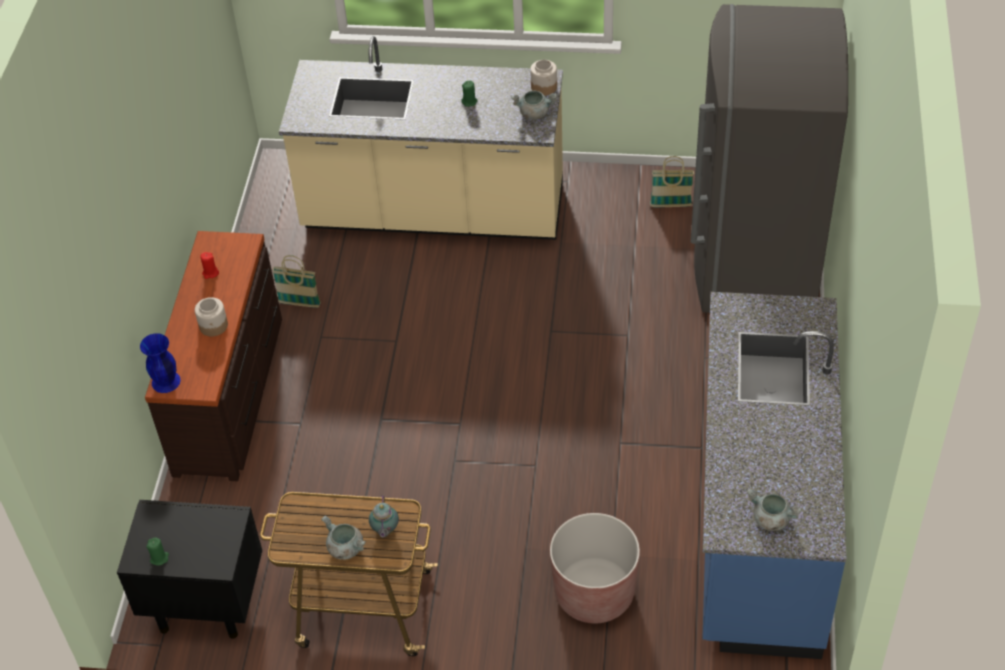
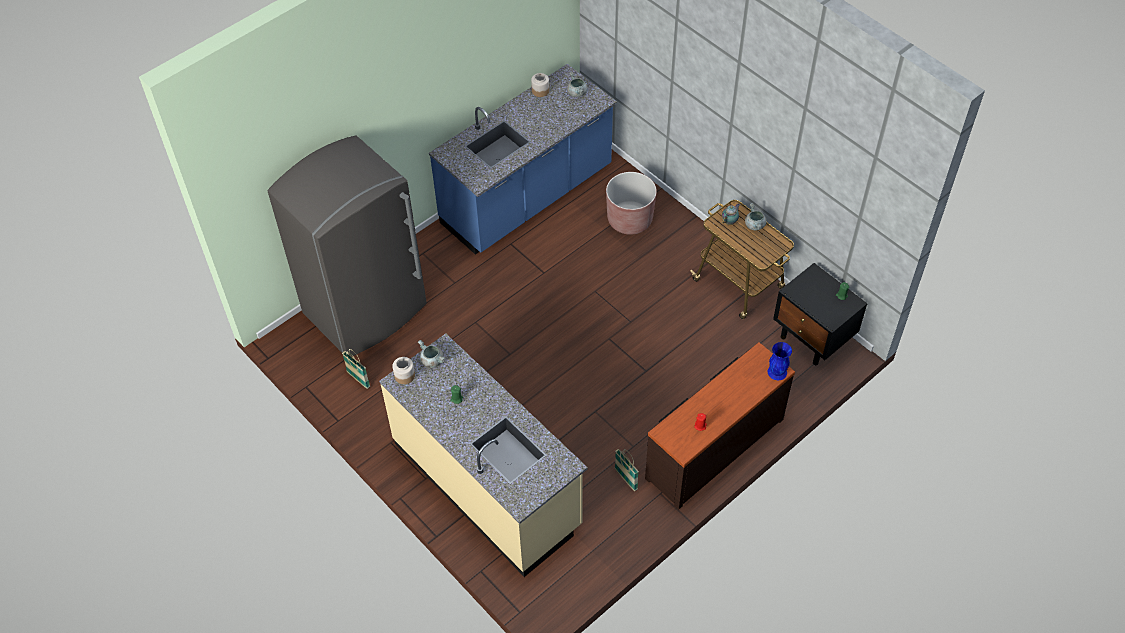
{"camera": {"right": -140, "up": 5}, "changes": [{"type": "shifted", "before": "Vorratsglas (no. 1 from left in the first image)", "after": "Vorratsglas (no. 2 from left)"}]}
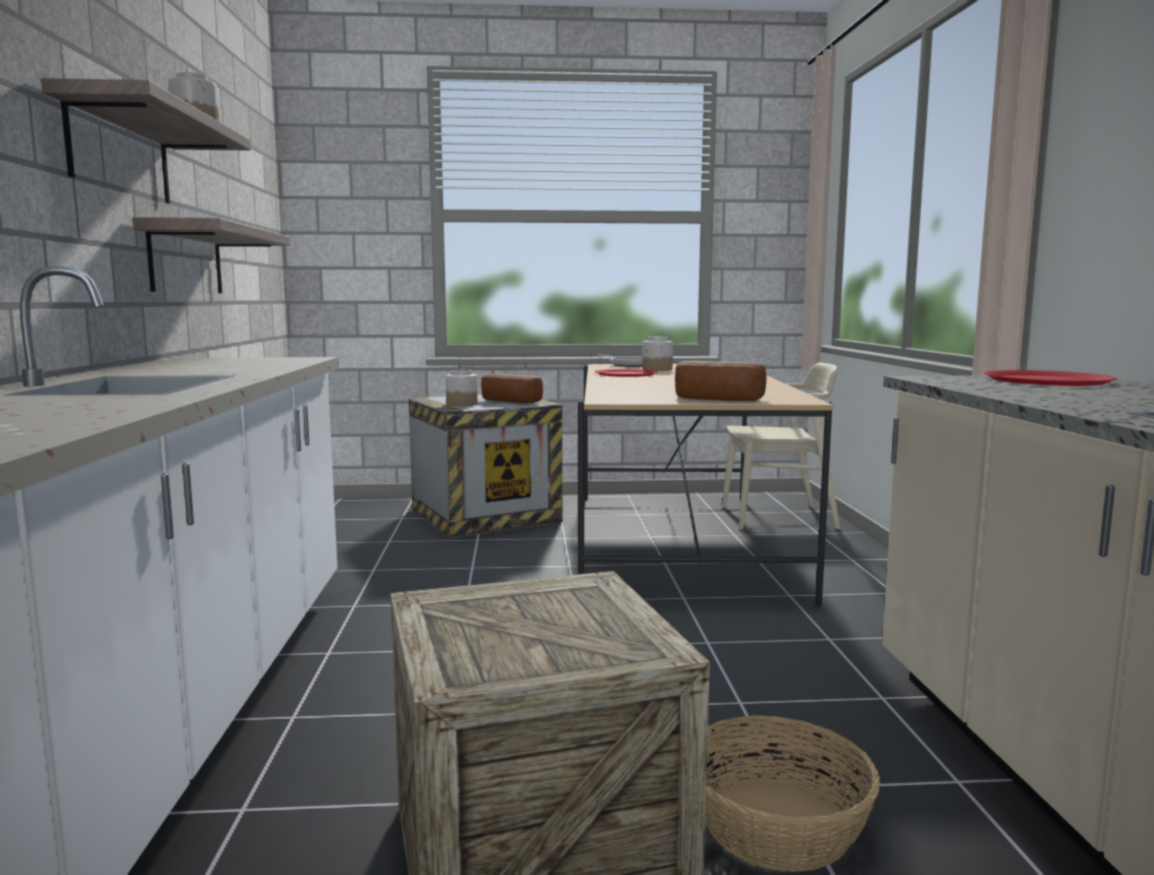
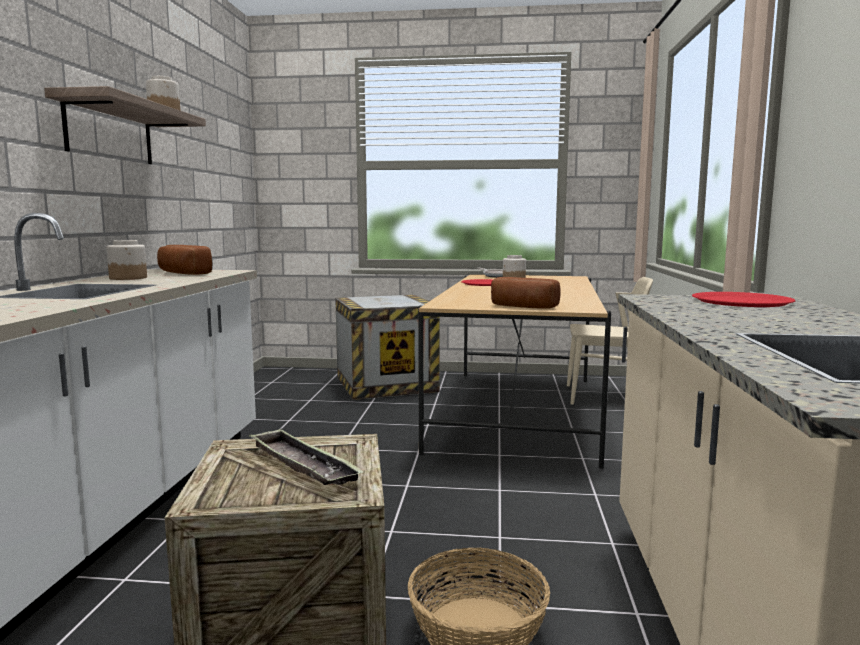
{"camera": {"right": 10, "up": 0}, "changes": [{"type": "gone", "before": "Wandregal (no. 2 from left)"}, {"type": "new", "after": "Tablett"}, {"type": "shifted", "before": "Vorratsglas (no. 2 from left in the first image)", "after": "Vorratsglas (no. 1 from left)"}, {"type": "shifted", "before": "Brot (no. 1 from left)"}]}
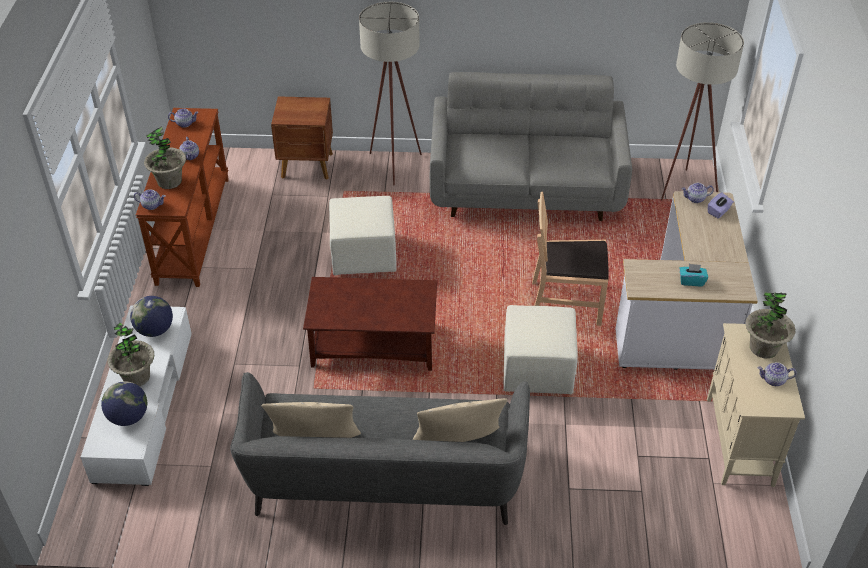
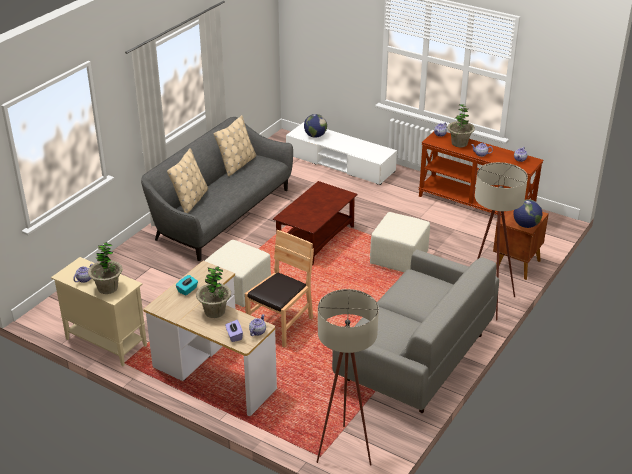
{"camera": {"right": 120, "up": -10}, "changes": [{"type": "shifted", "before": "Topfpflanze (no. 1 from left in the first image)", "after": "Topfpflanze (no. 2 from left)"}, {"type": "shifted", "before": "Globus (no. 2 from left)"}]}
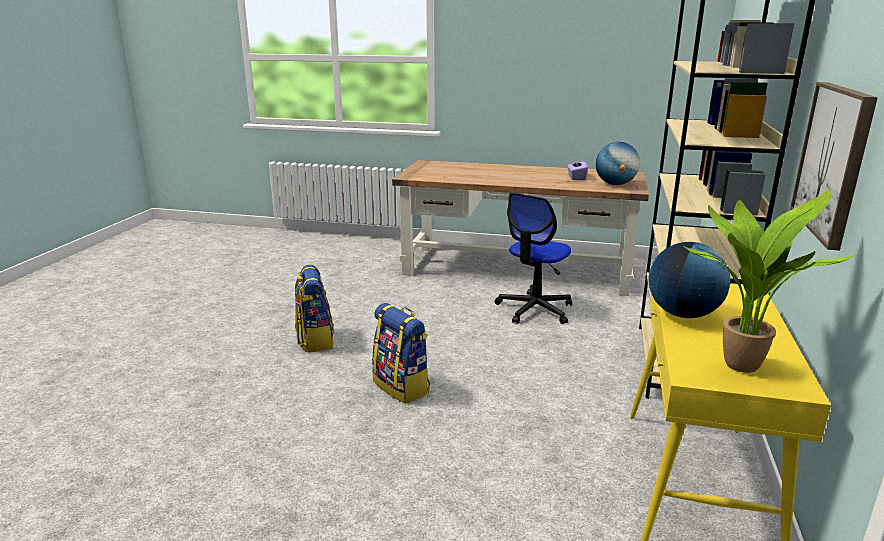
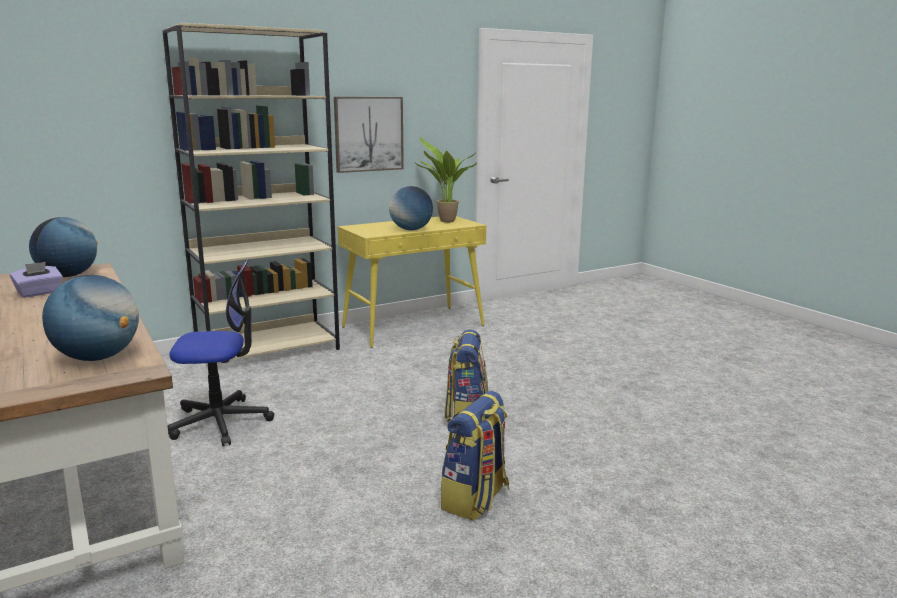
{"camera": {"right": -135, "up": -5}, "changes": [{"type": "new", "after": "Globus (no. 2 from left)"}]}
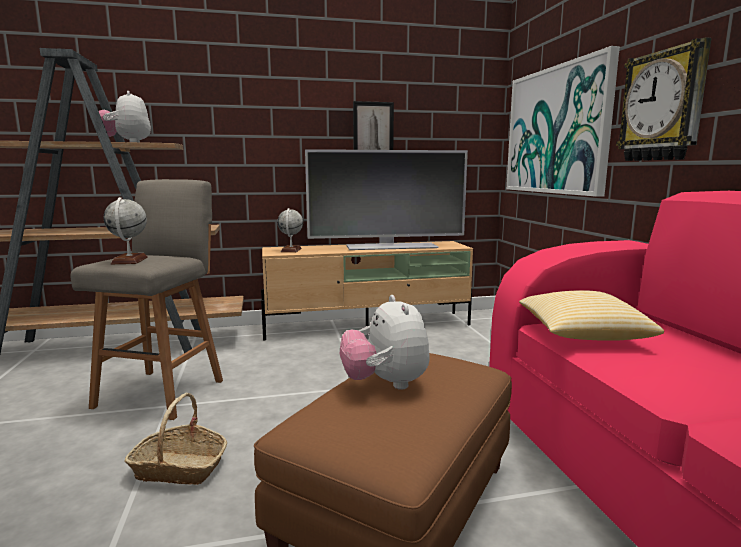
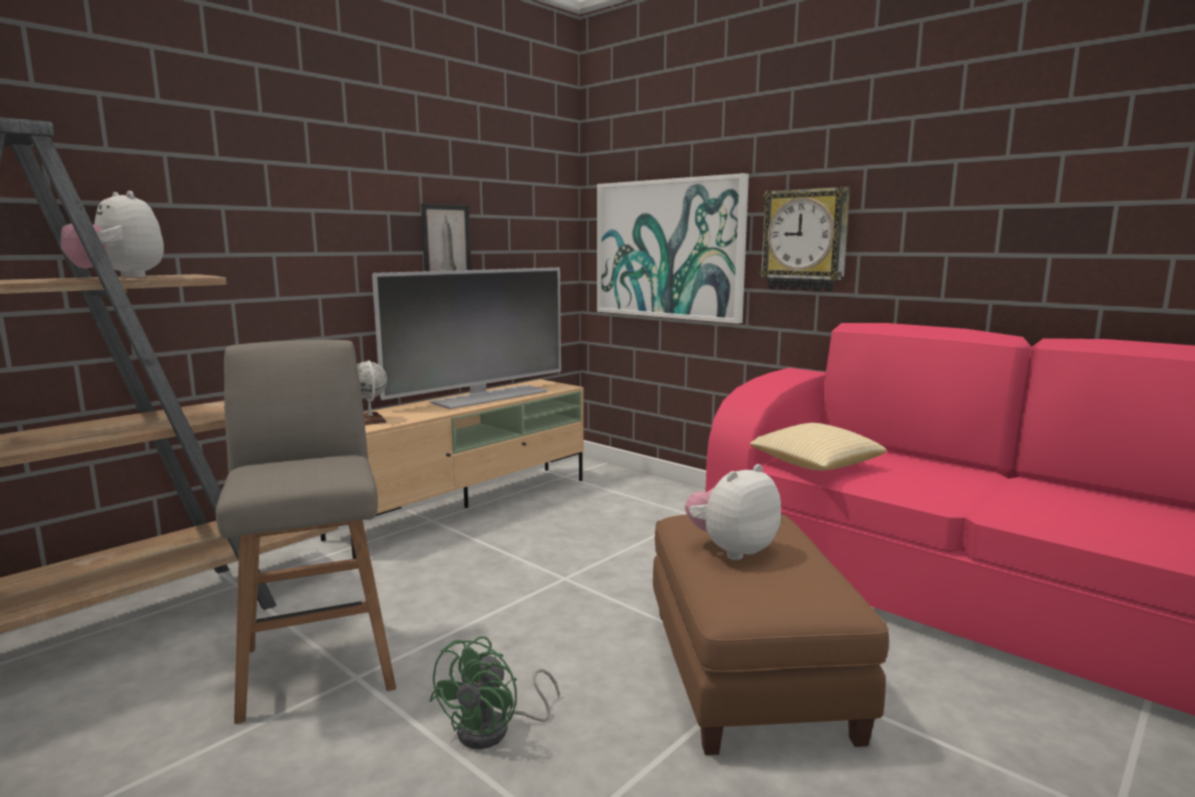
{"camera": {"right": -35, "up": 0}, "changes": [{"type": "gone", "before": "Globus (no. 1 from left)"}, {"type": "swapped", "before": "Korb", "after": "Ventilator (grün)"}, {"type": "rotated", "before": "Plüschtier (no. 2 from left)", "turn": 105}]}
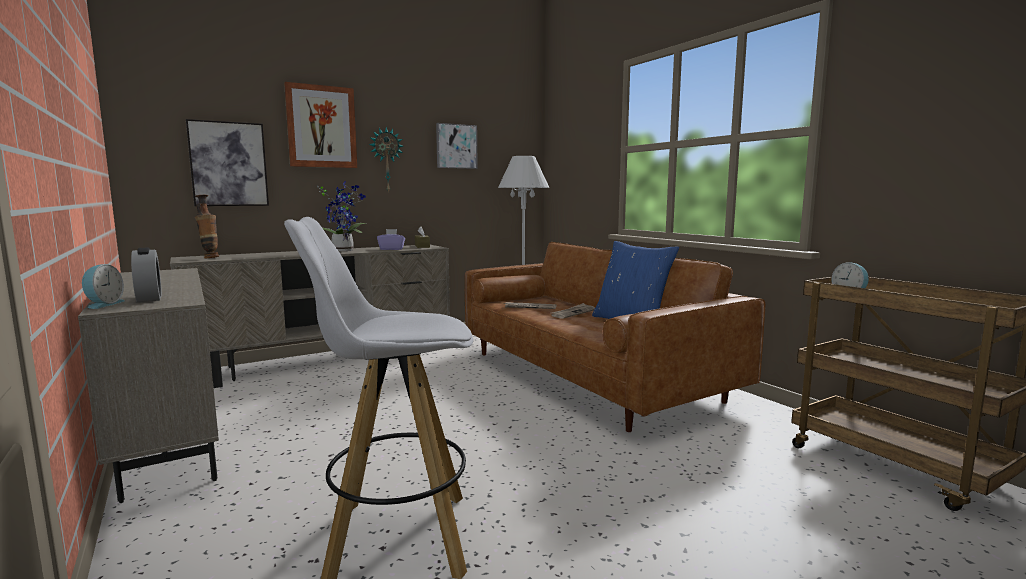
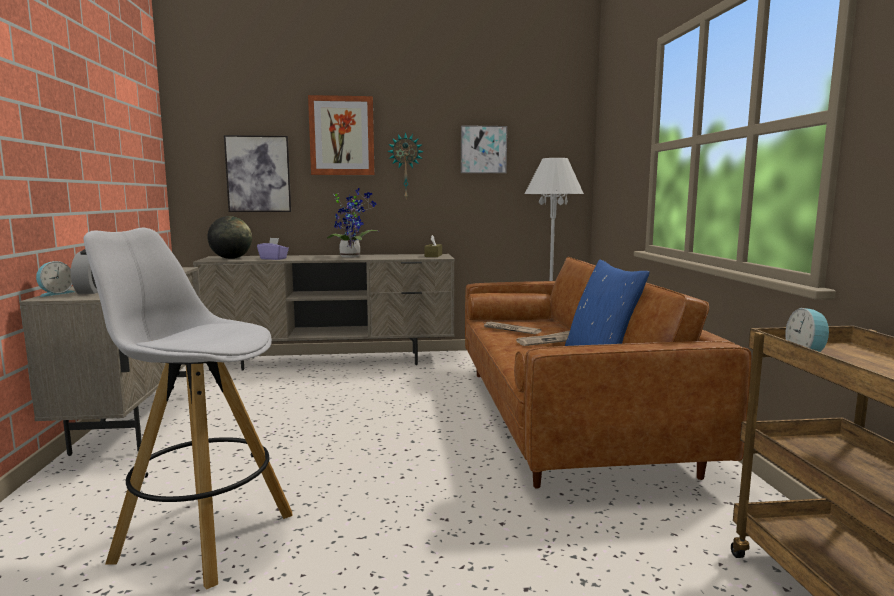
{"camera": {"right": 25, "up": 0}, "changes": [{"type": "shifted", "before": "Taschentuchbox (lila)"}, {"type": "swapped", "before": "Vase", "after": "Globus"}]}
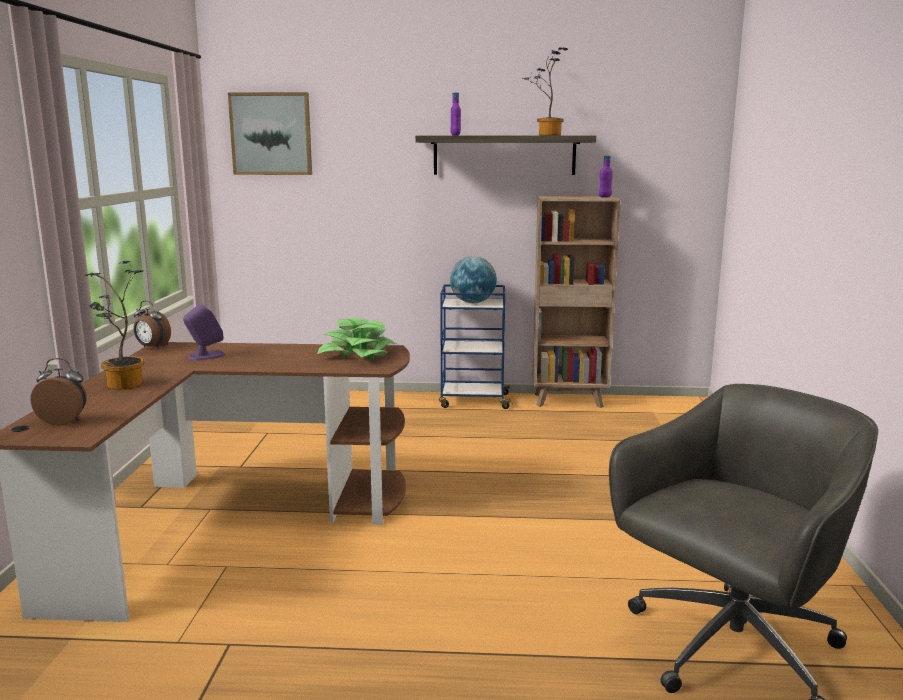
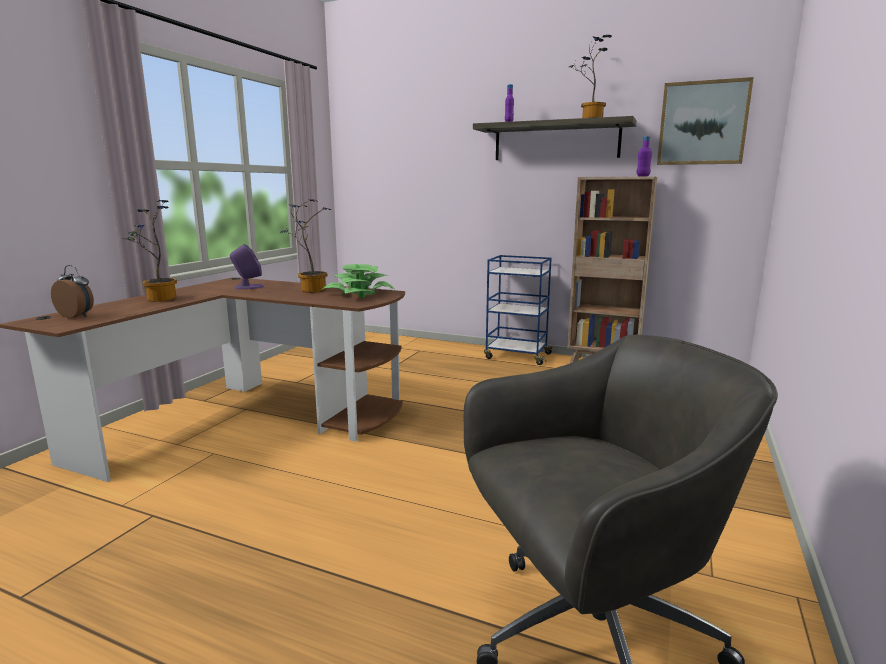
{"camera": {"right": 20, "up": 0}, "changes": [{"type": "gone", "before": "Wecker (no. 2 from left)"}, {"type": "gone", "before": "Globus"}, {"type": "new", "after": "Topfpflanze (no. 2 from left)"}, {"type": "shifted", "before": "Bild"}]}
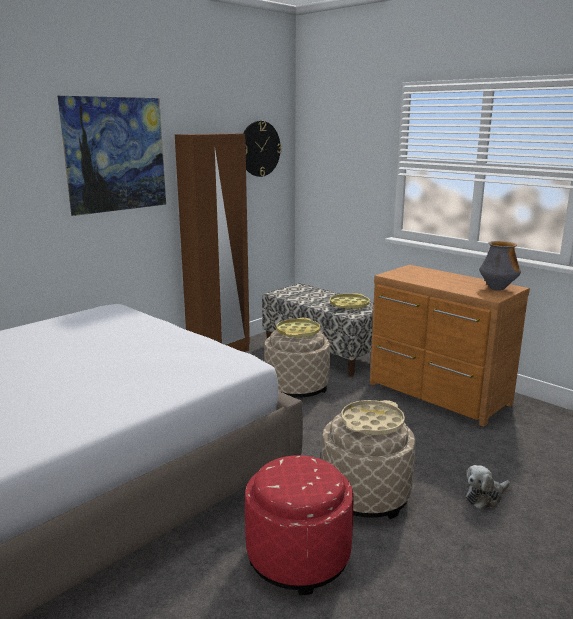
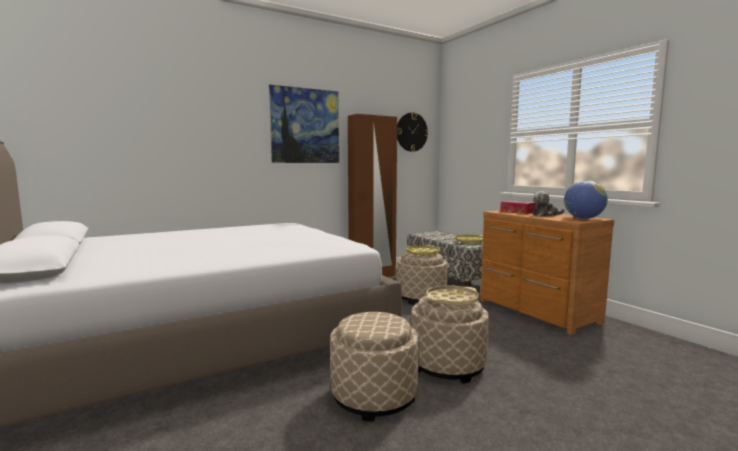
{"camera": {"right": 15, "up": -10}, "changes": [{"type": "new", "after": "Taschentuchbox"}, {"type": "shifted", "before": "Plüschtier"}, {"type": "swapped", "before": "Vase", "after": "Globus"}, {"type": "repainted", "before": "Polsterhocker (rot)", "after": "Polsterhocker (beige) (no. 1 from left)"}]}
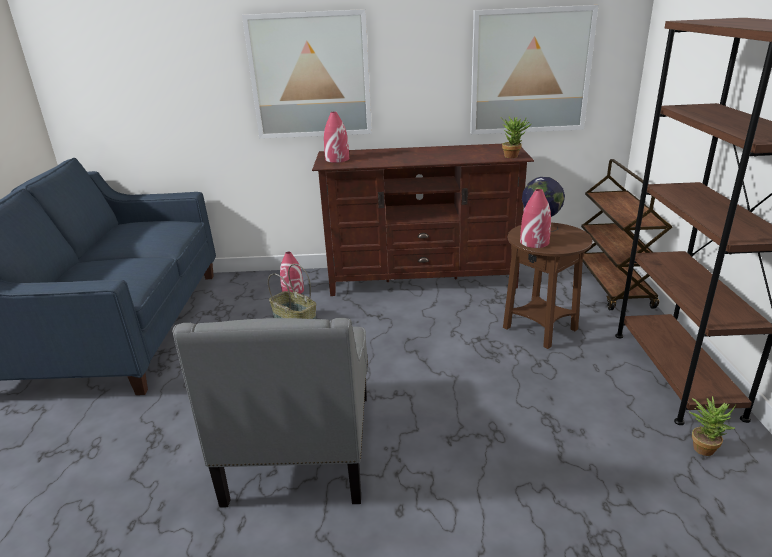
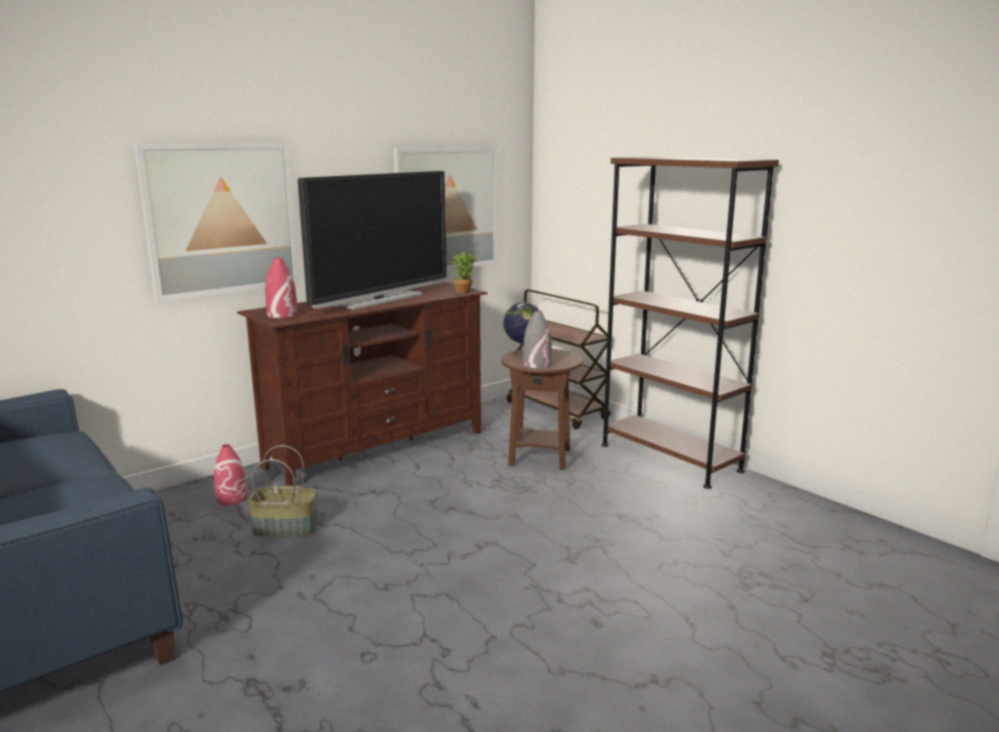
{"camera": {"right": -40, "up": -10}, "changes": [{"type": "gone", "before": "Sessel (grau)"}, {"type": "gone", "before": "Topfpflanze (no. 2 from left)"}, {"type": "new", "after": "Fernseher"}, {"type": "repainted", "before": "Vase (rot) (no. 3 from left)", "after": "Vase (grau)"}]}
